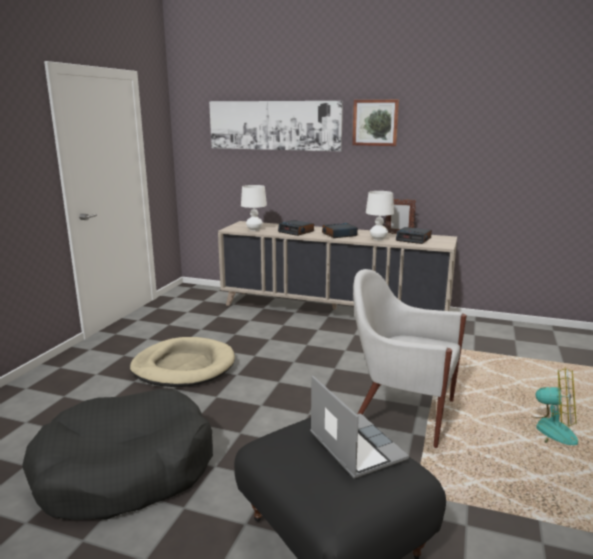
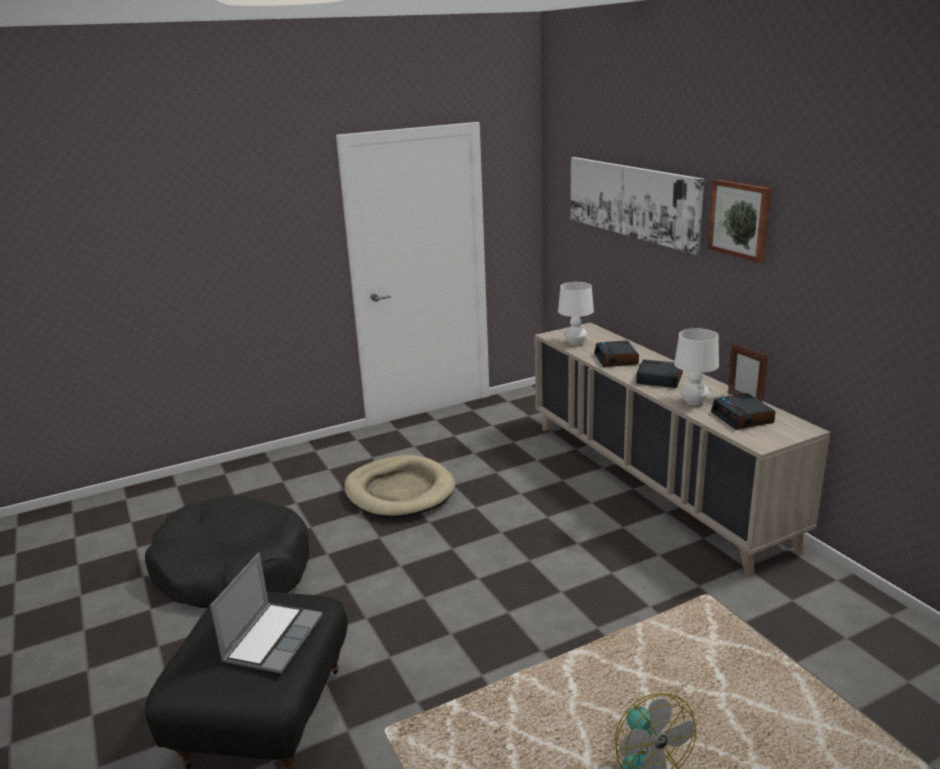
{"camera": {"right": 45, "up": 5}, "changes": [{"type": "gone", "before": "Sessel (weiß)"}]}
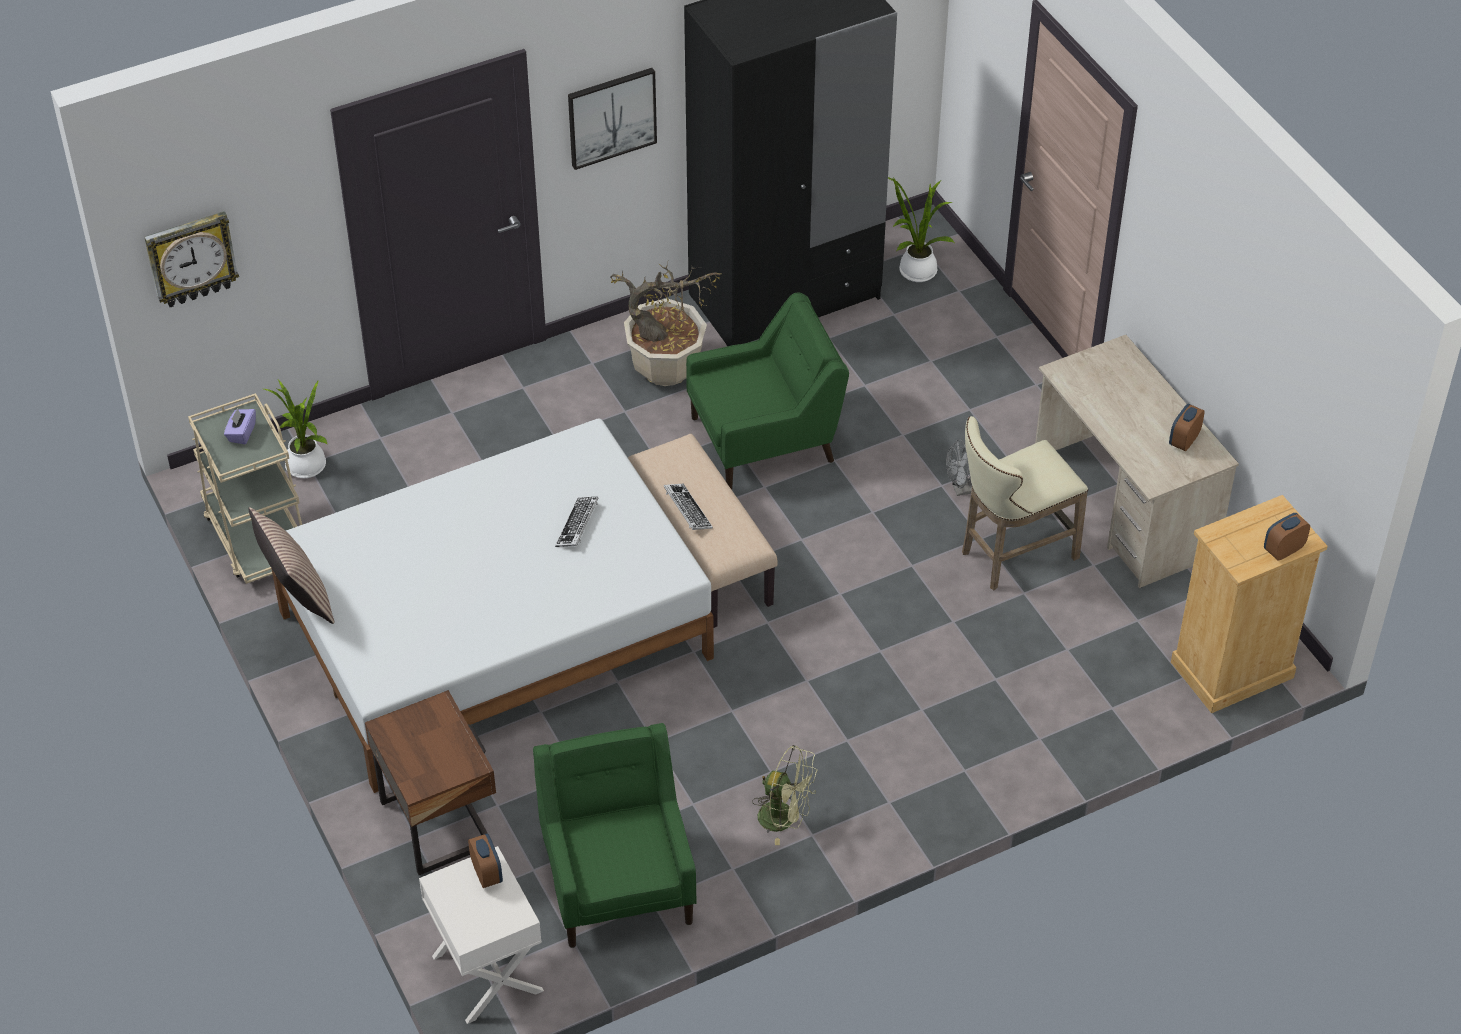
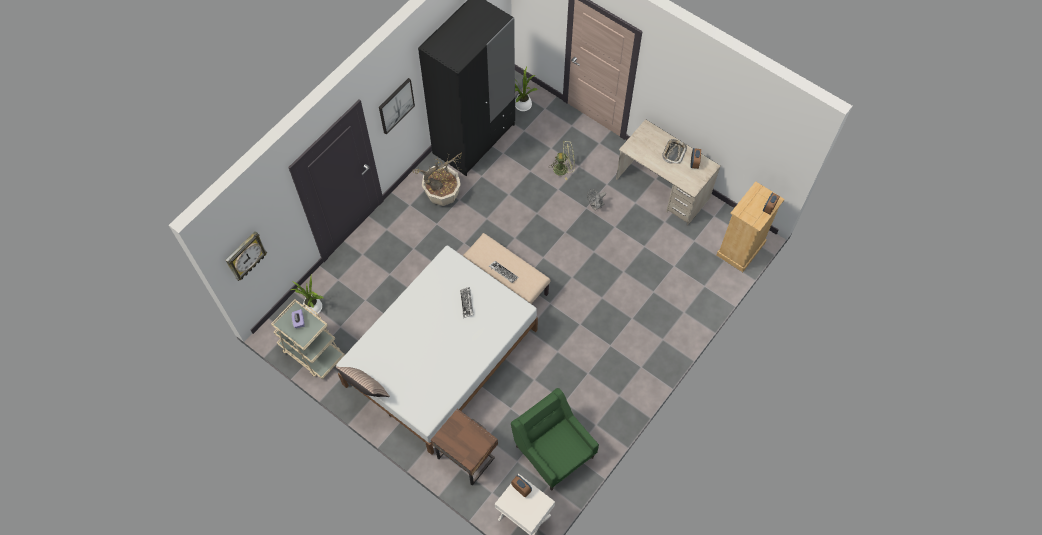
{"camera": {"right": -25, "up": 15}, "changes": [{"type": "gone", "before": "Sessel (grün) (no. 2 from left)"}, {"type": "gone", "before": "Hocker (beige)"}, {"type": "new", "after": "Tablett"}, {"type": "shifted", "before": "Ventilator (grün)"}]}
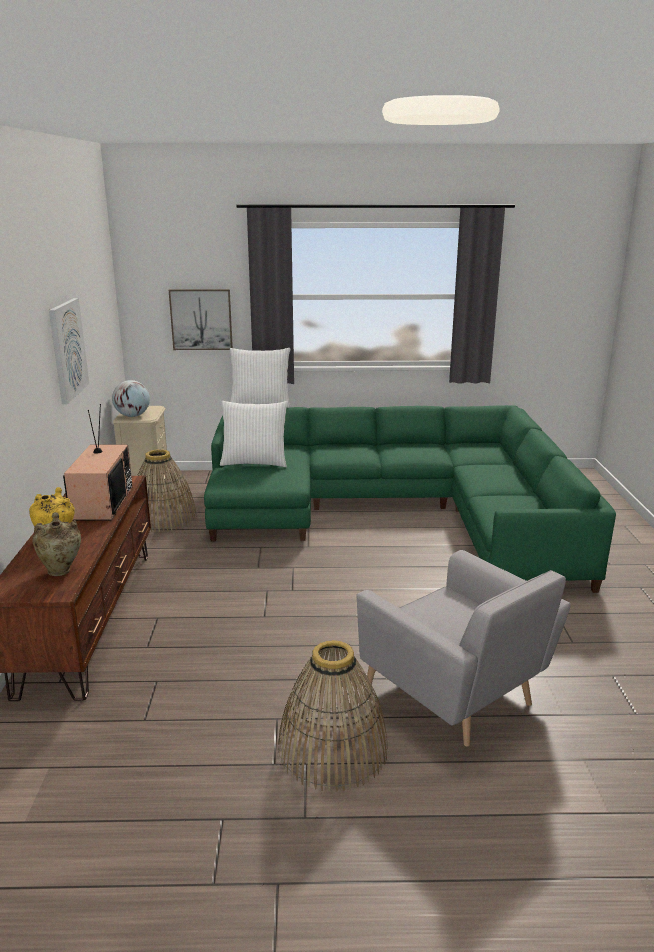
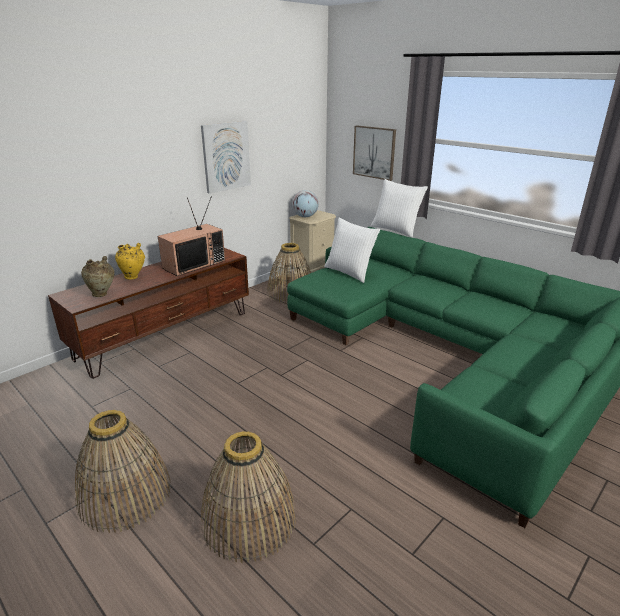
{"camera": {"right": 45, "up": 5}, "changes": [{"type": "swapped", "before": "Sessel (grau)", "after": "Korb (no. 2 from left)"}]}
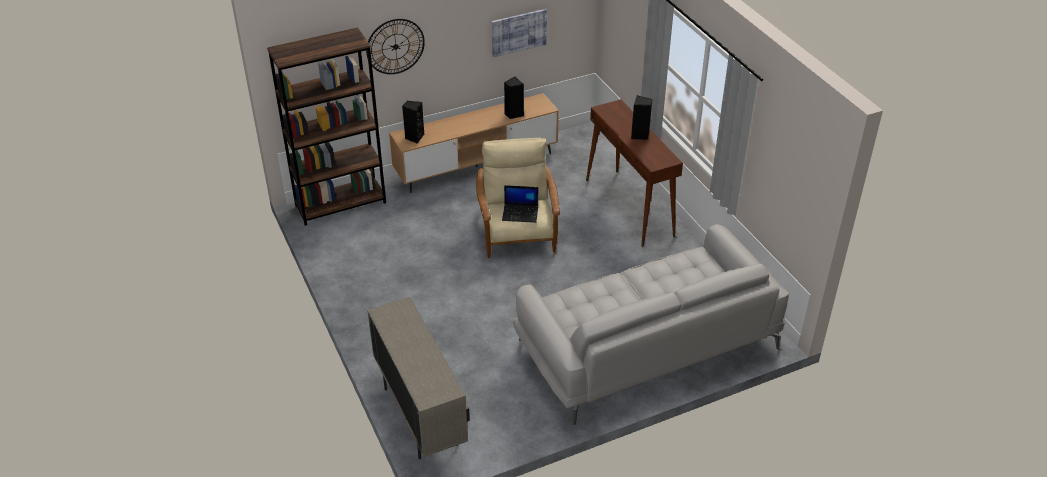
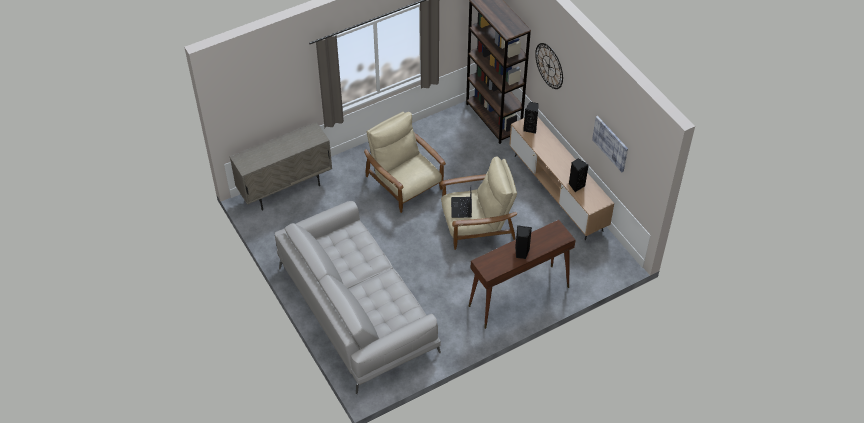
{"camera": {"right": 85, "up": 10}, "changes": [{"type": "new", "after": "Sessel (beige) (no. 1 from left)"}]}
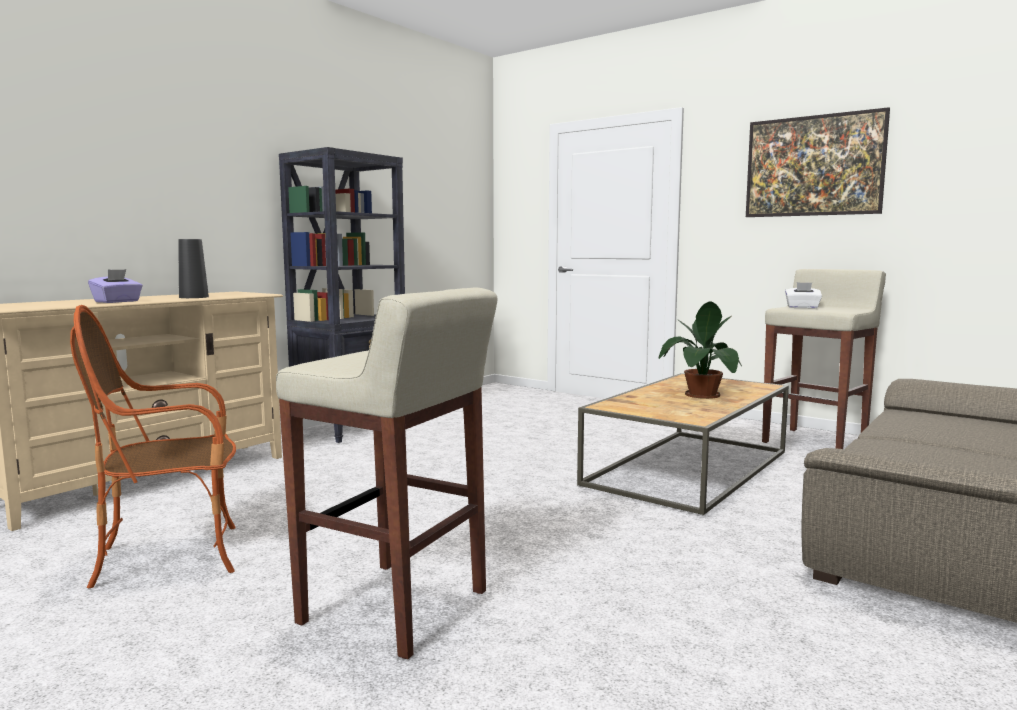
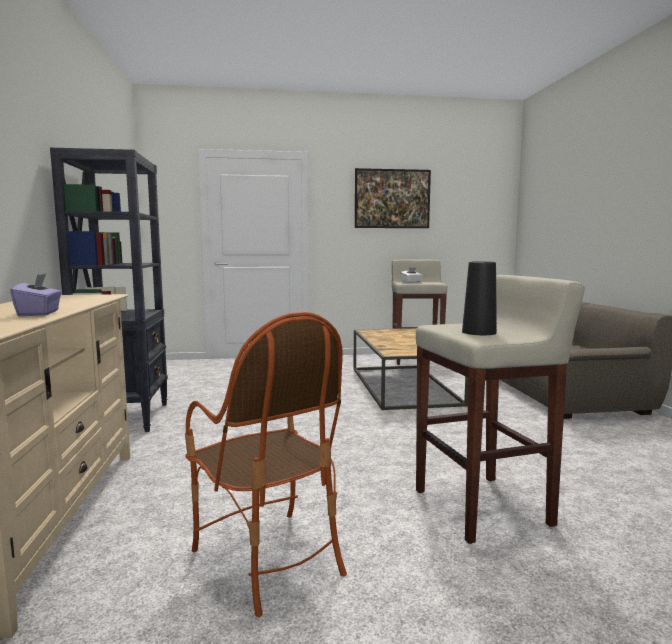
{"camera": {"right": -45, "up": 0}, "changes": [{"type": "gone", "before": "Topfpflanze"}, {"type": "shifted", "before": "Vase (schwarz)"}, {"type": "rotated", "before": "Sessel", "turn": -60}]}
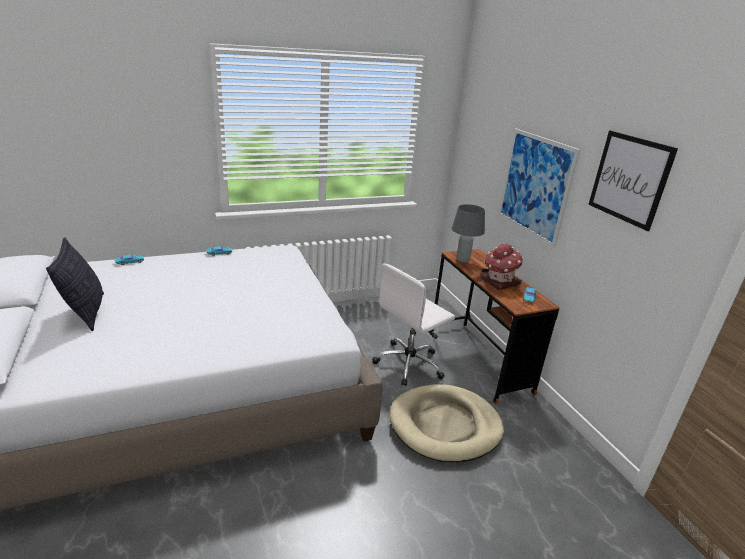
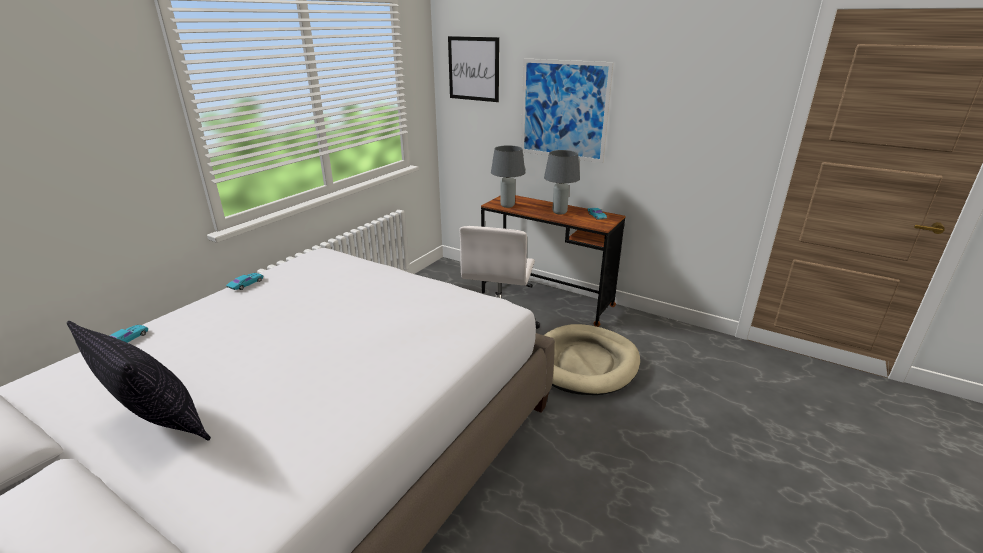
{"camera": {"right": -35, "up": 0}, "changes": [{"type": "shifted", "before": "Bild (no. 2 from left in the first image)", "after": "Bild (no. 1 from left)"}, {"type": "swapped", "before": "Spielzeughaus", "after": "Tischlampe (grau) (no. 2 from left)"}]}
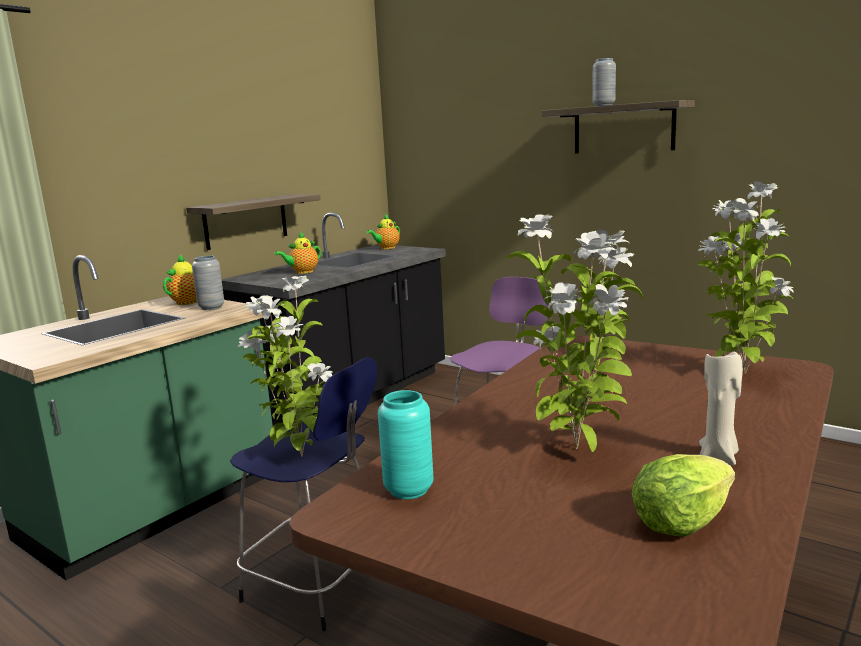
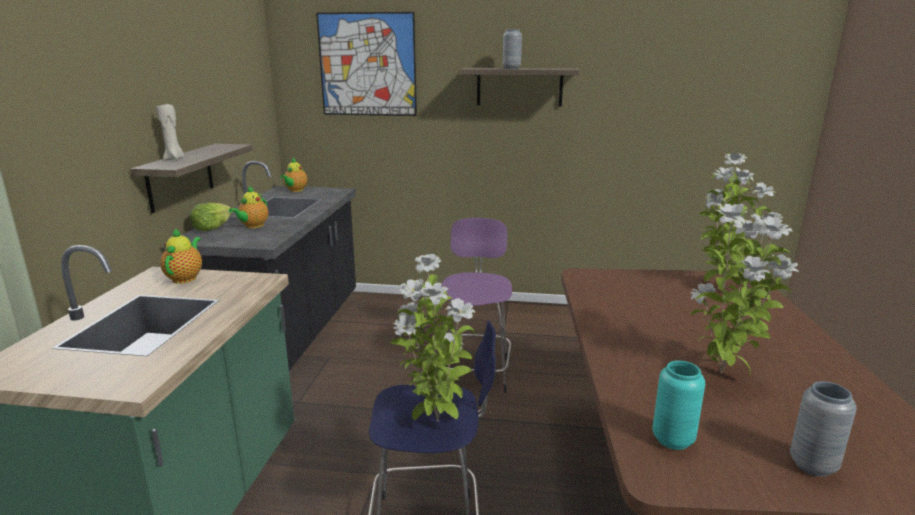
{"camera": {"right": -30, "up": 5}, "changes": [{"type": "new", "after": "Bild"}, {"type": "shifted", "before": "Vase (grau) (no. 1 from left in the first image)", "after": "Vase (grau) (no. 2 from left)"}, {"type": "shifted", "before": "Salatkopf"}, {"type": "shifted", "before": "Kerze (beige)"}]}
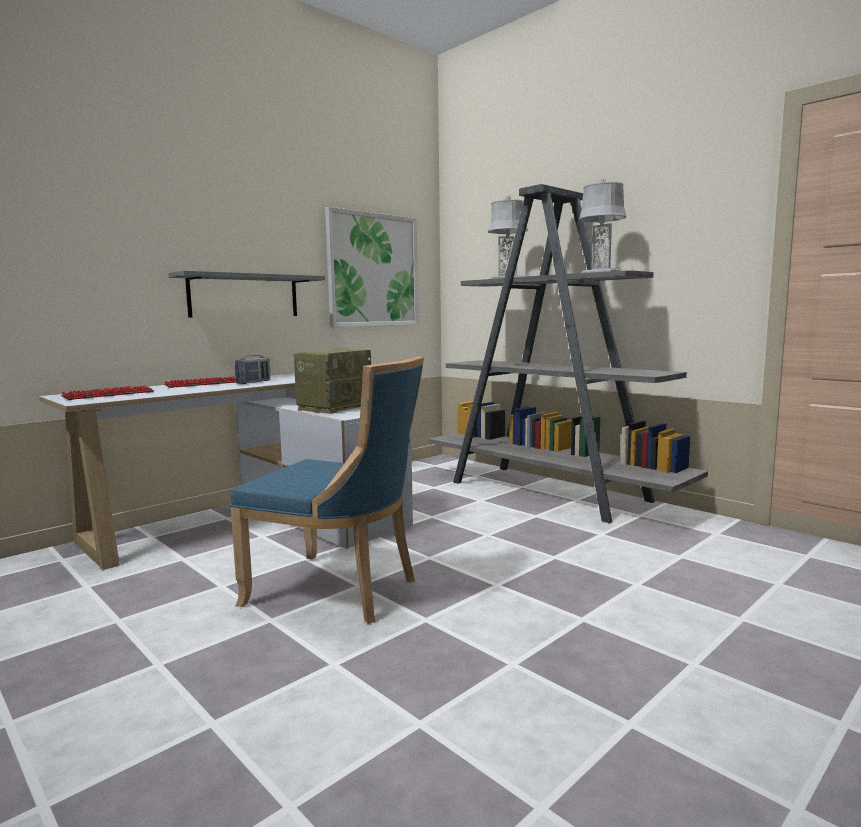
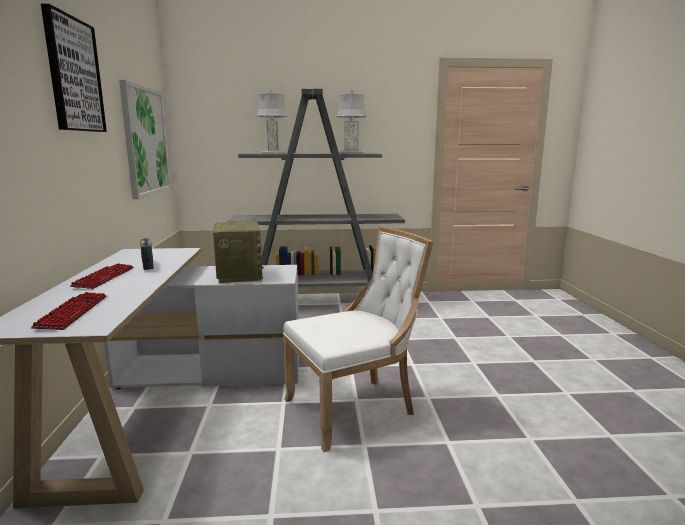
{"camera": {"right": -50, "up": 5}, "changes": [{"type": "gone", "before": "Wandregal (grau)"}, {"type": "new", "after": "Bild (no. 1 from left)"}, {"type": "repainted", "before": "Stuhl (blau)", "after": "Stuhl (weiß)"}]}
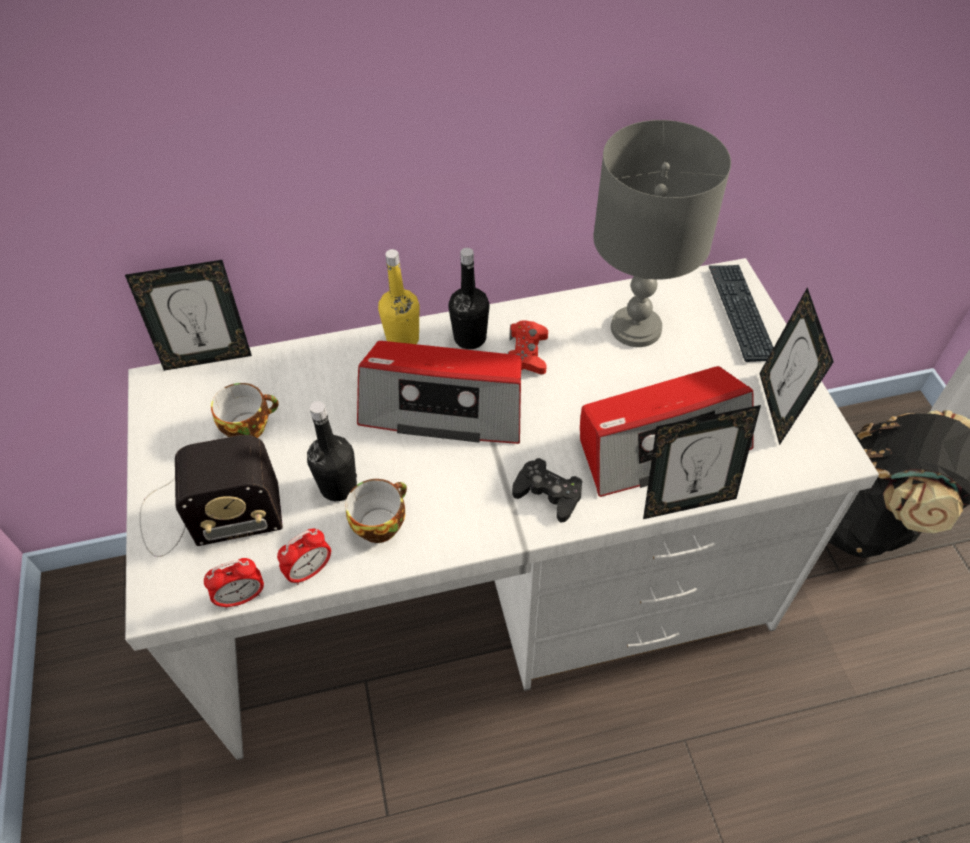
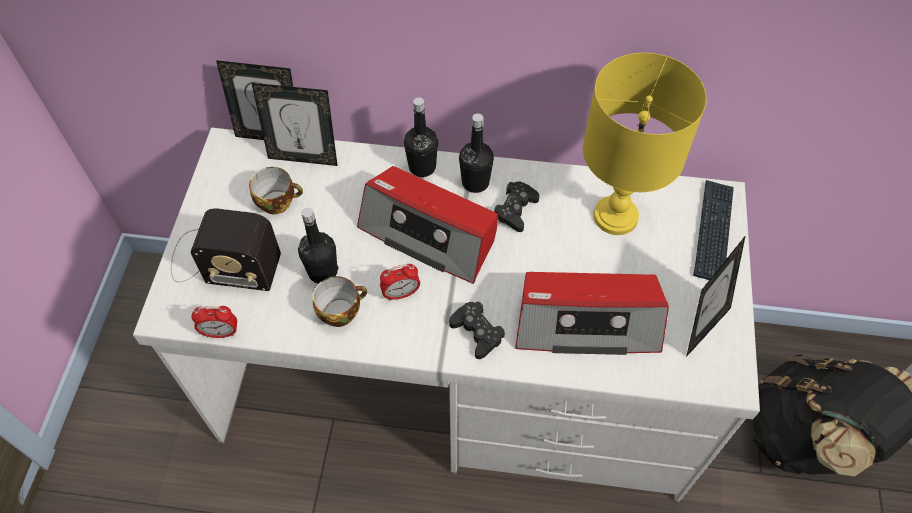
{"camera": {"right": 20, "up": 5}, "changes": [{"type": "shifted", "before": "Wecker (no. 2 from left)"}, {"type": "shifted", "before": "Bilderrahmen (no. 2 from left)"}, {"type": "repainted", "before": "Flasche (gelb)", "after": "Flasche (schwarz) (no. 2 from left)"}, {"type": "repainted", "before": "Gamepad (rot)", "after": "Gamepad (schwarz) (no. 2 from left)"}, {"type": "repainted", "before": "Tischlampe (grau)", "after": "Tischlampe (gelb)"}]}
